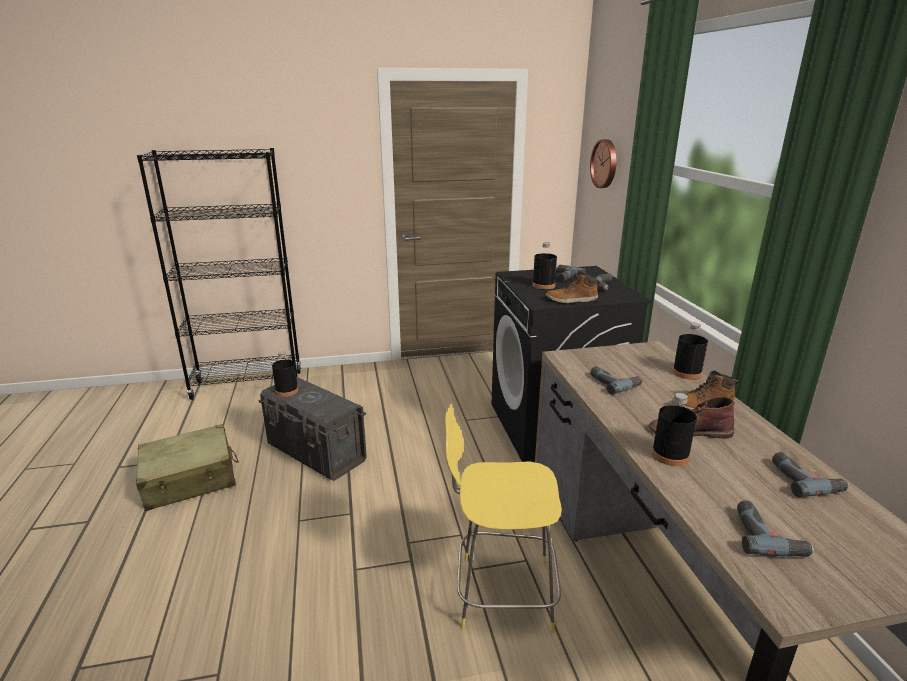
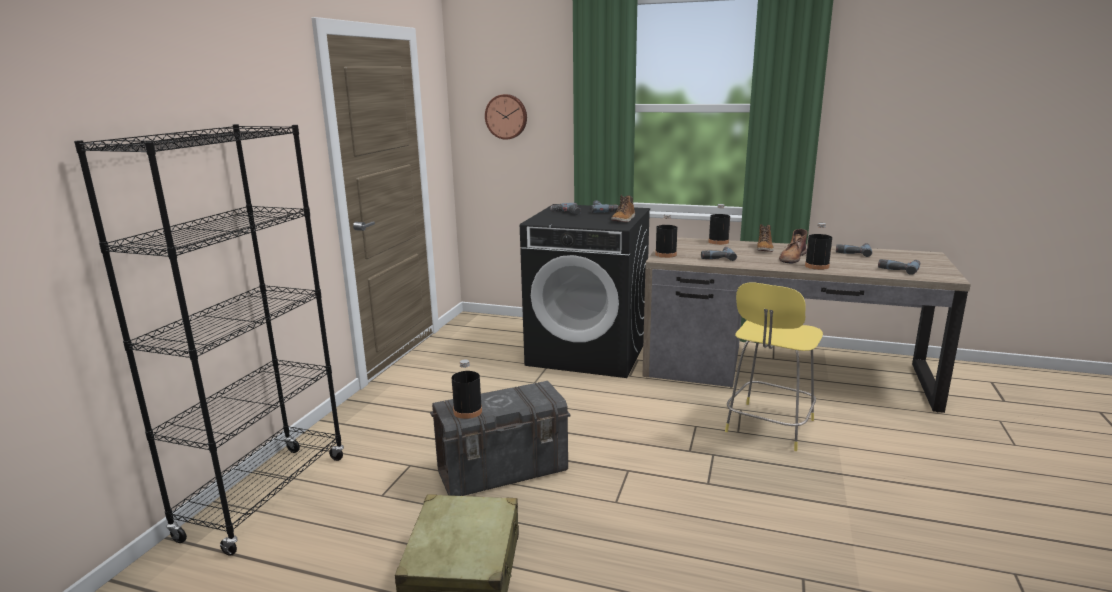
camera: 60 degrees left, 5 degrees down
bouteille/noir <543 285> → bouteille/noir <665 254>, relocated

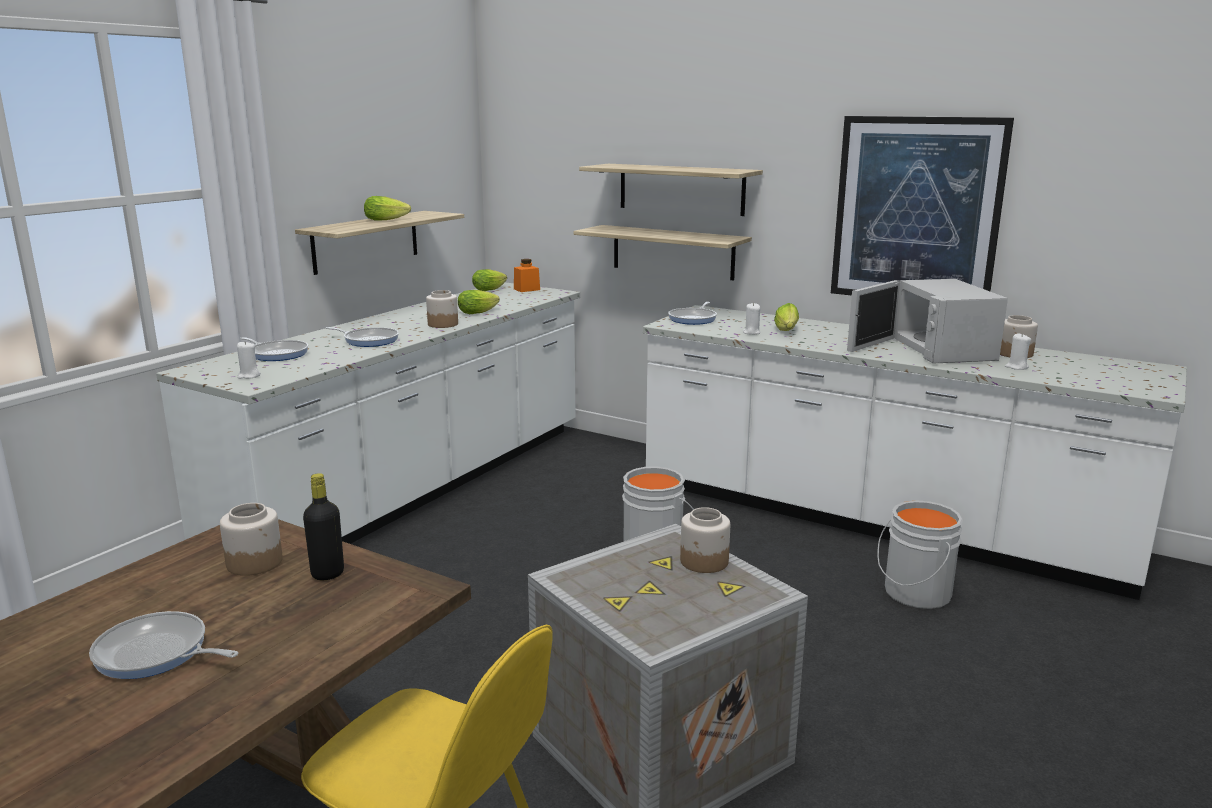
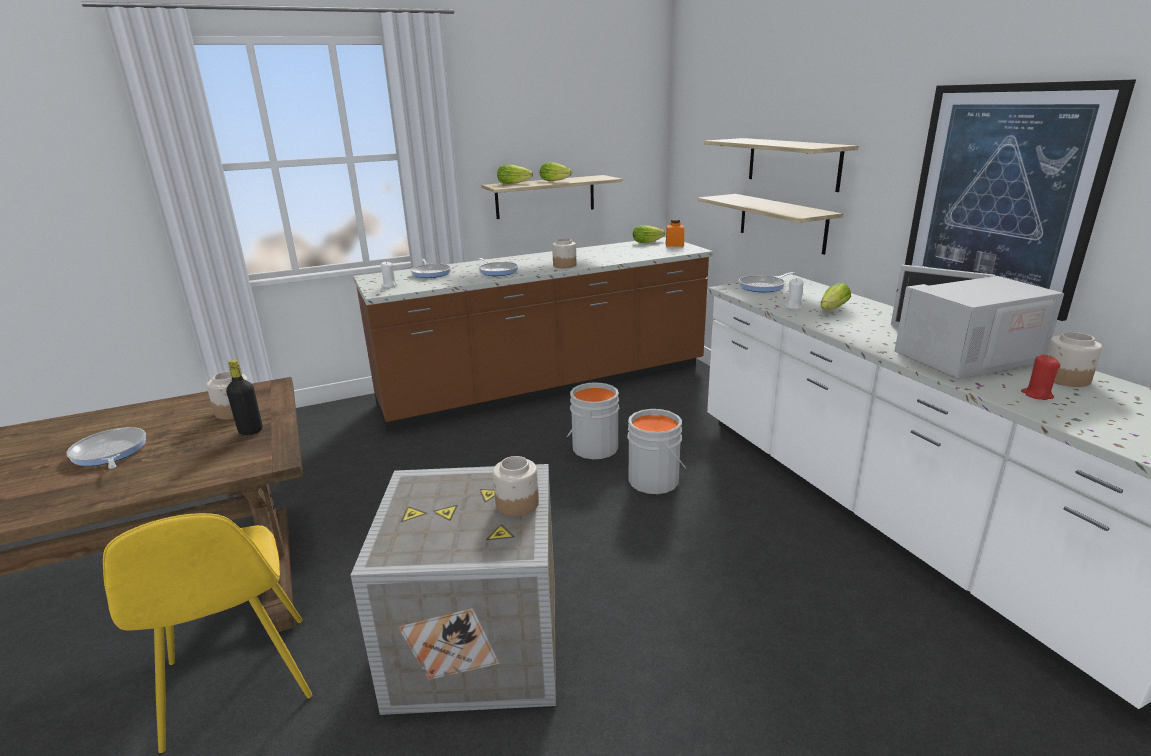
camera: 35 degrees right, 5 degrees up
comptoir de cuisine/blanc <416 490> → comptoir de cuisine/marron <546 387>
laitue <480 312> → laitue <515 183>, relocated
seau/gris <914 593> → seau/gris <592 447>, relocated
micro-ondes/blanc <935 349> → micro-ondes/blanc <965 355>, 45 degrees clockwise
bougie/blanc <1016 367> → bougie/rouge <1037 395>

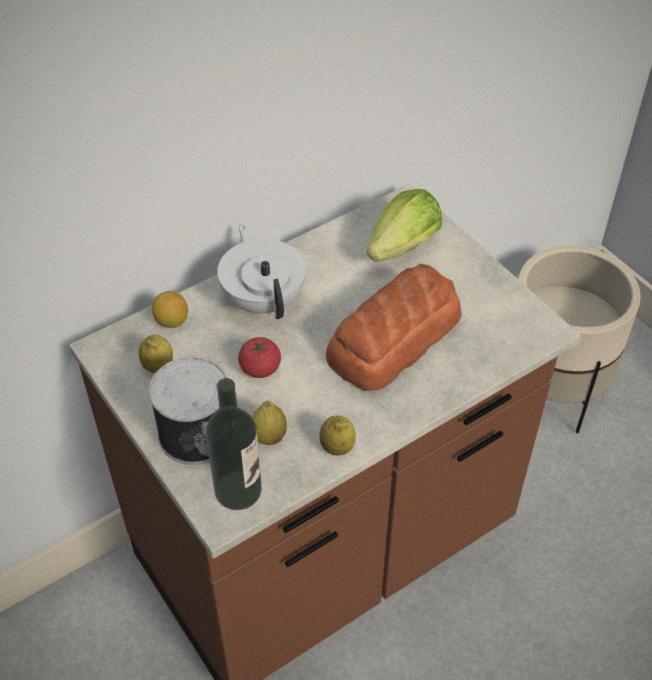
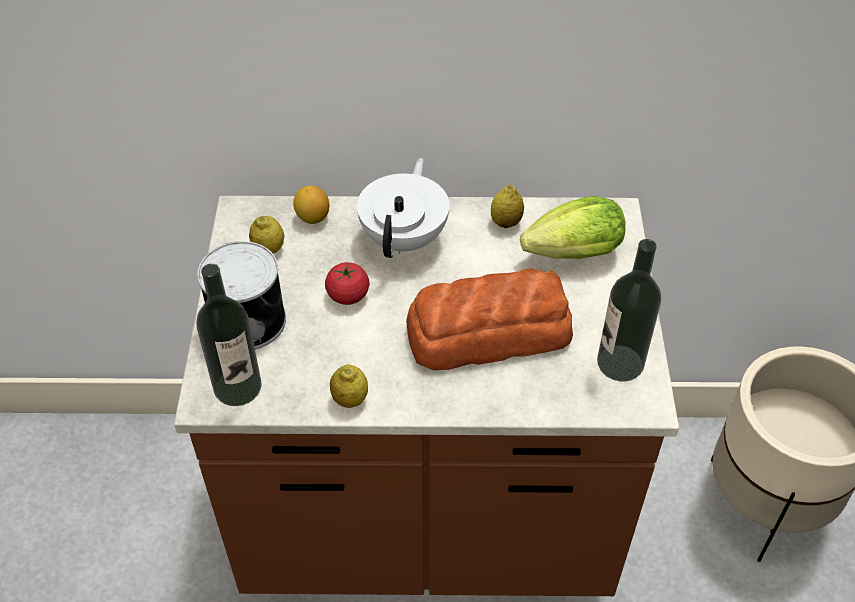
camera: 35 degrees right, 0 degrees up
citron <269 436> → citron <506 222>, relocated
- → bouteille <620 363>

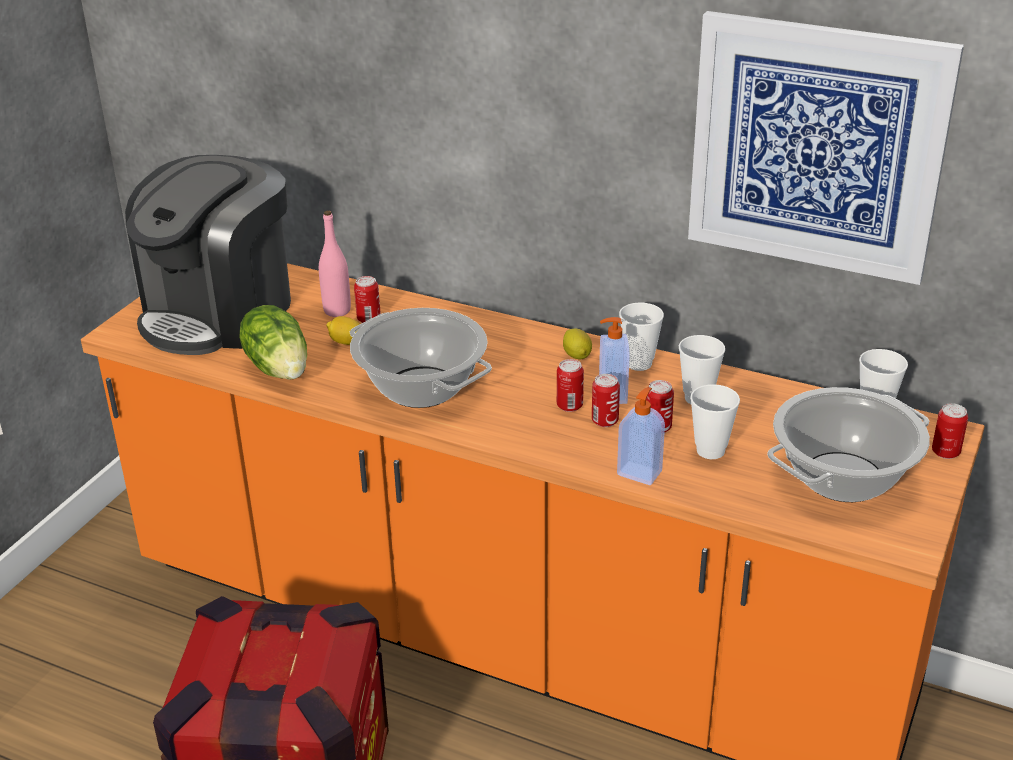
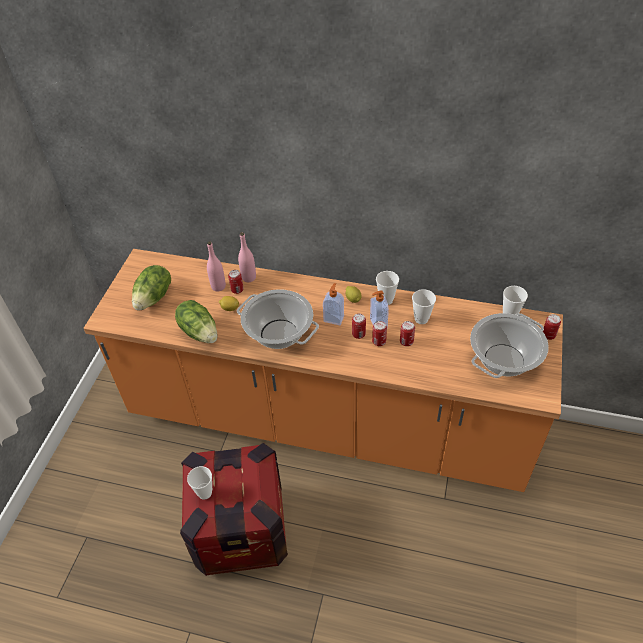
camera: 10 degrees left, 15 degrees up
machine à café <219 313> → laitue <154 297>
tasse <710 451> → tasse <205 493>, relocated
- → bouteille/rose <249 277>
distributeur de savon <640 472> → distributeur de savon <334 318>, relocated
tableau <816 147> → -

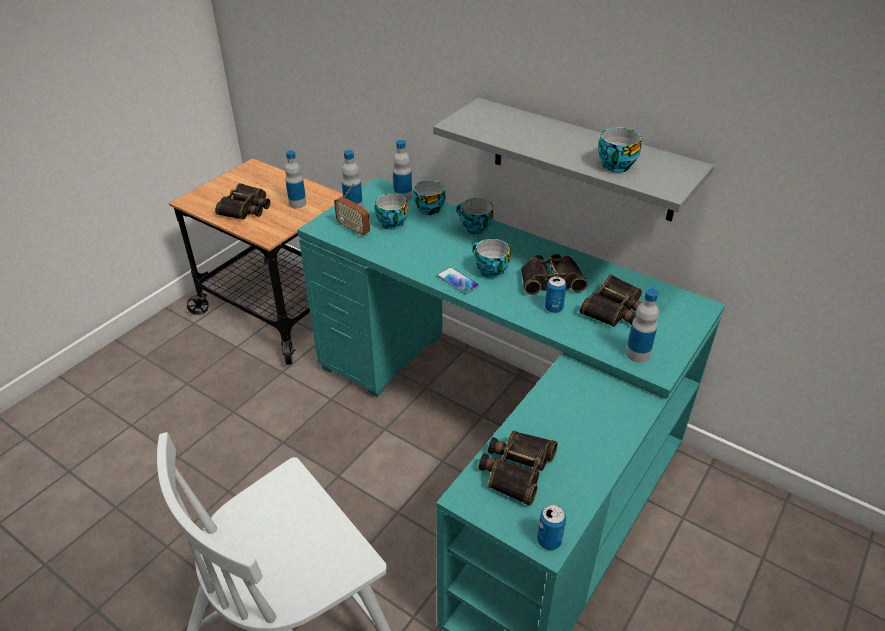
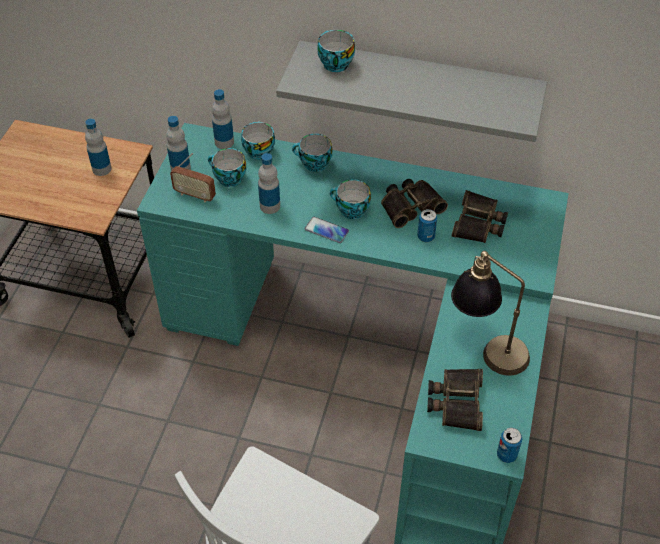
camera: 20 degrees left, 10 degrees up
bouteille <637 354> → bouteille <270 206>, relocated
tasse <614 164> → tasse <334 63>, relocated
- → lampe de table <486 348>
jumelles <246 208> → -

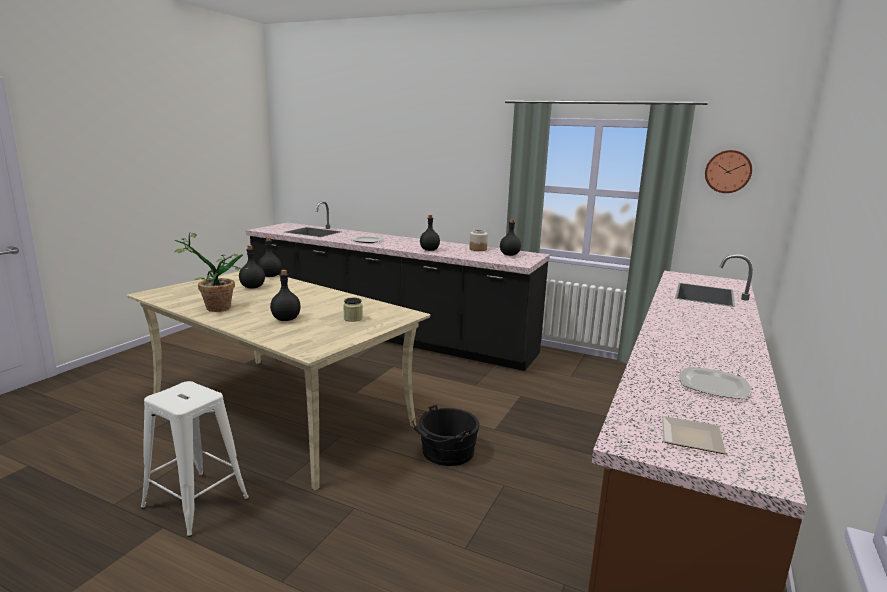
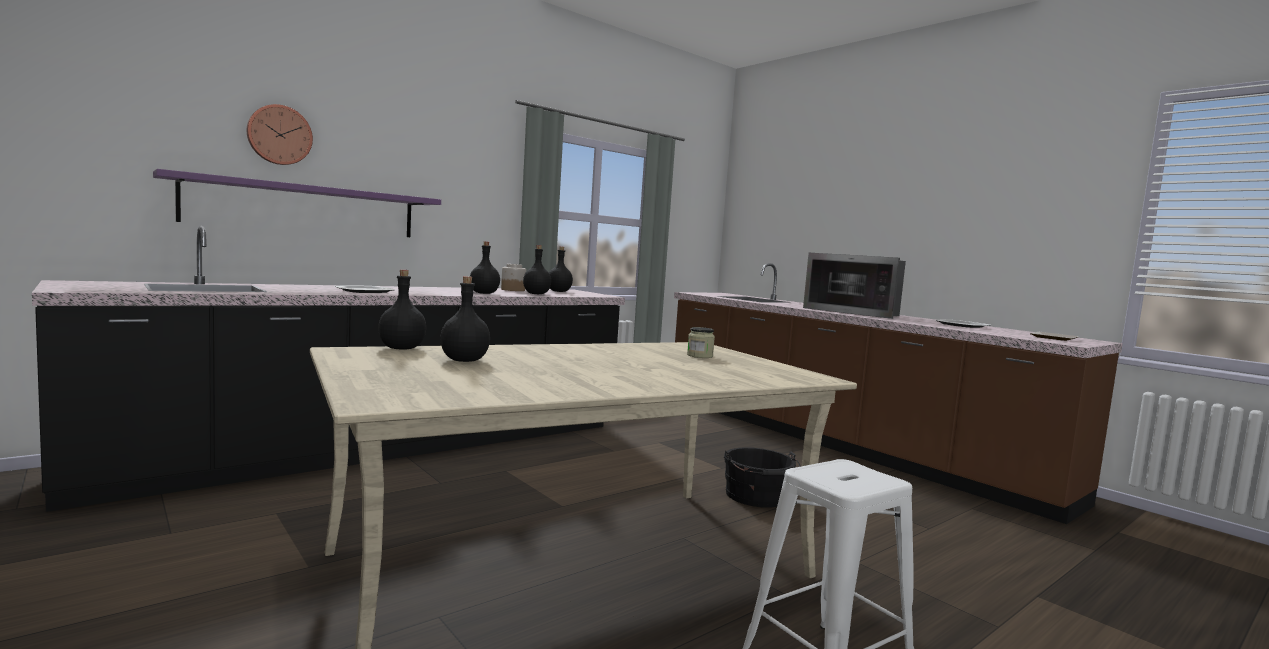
camera: 65 degrees left, 10 degrees down
- → étagère/violet <305 209>
horloge murale <728 171> → horloge murale <279 135>, relocated
bouteille/noir <286 319> → bouteille/noir <536 294>, relocated
- → micro-ondes <855 312>
plante en pot <212 308> → -

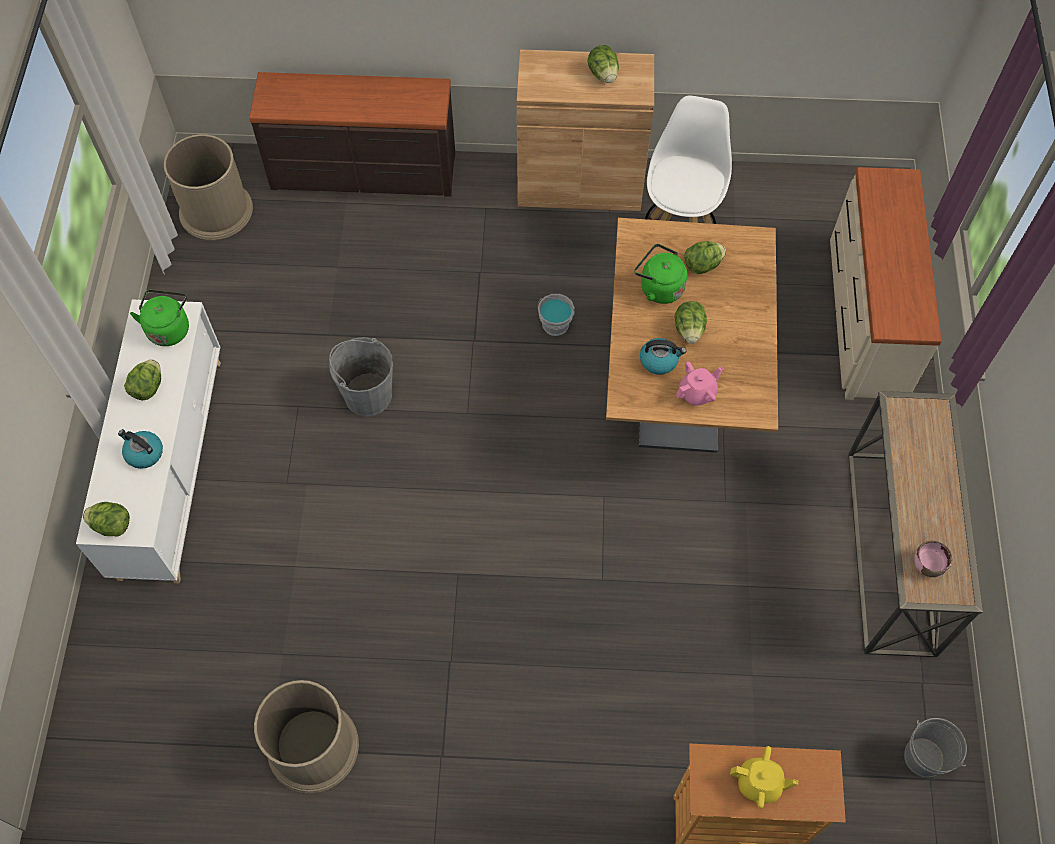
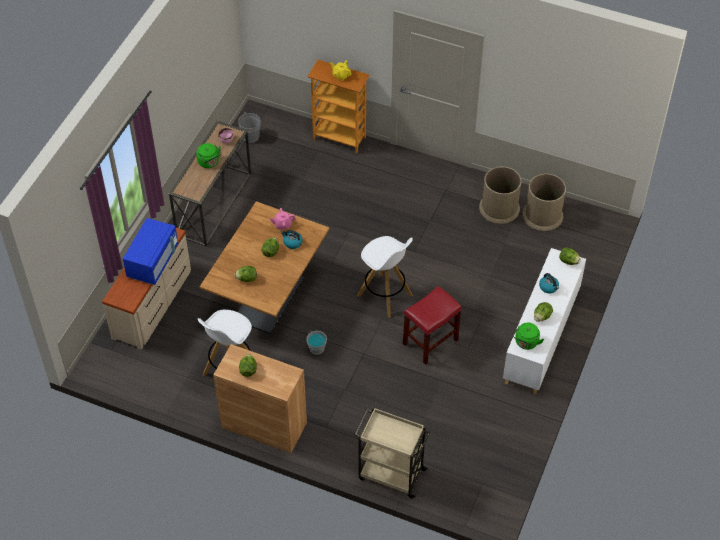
camera: 160 degrees left, 10 degrees down
- → micro-ondes/bleu <153 262>
bouilloire/vert <659 287> → bouilloire/vert <209 163>, relocated
commode/marron <363 173> → chariot/beige <390 474>
- → tabouret/blanc <385 295>
seau/gris <367 395> → tabouret/rouge <430 342>
poubelle/marron <216 210> → poubelle/marron <542 215>, relocated

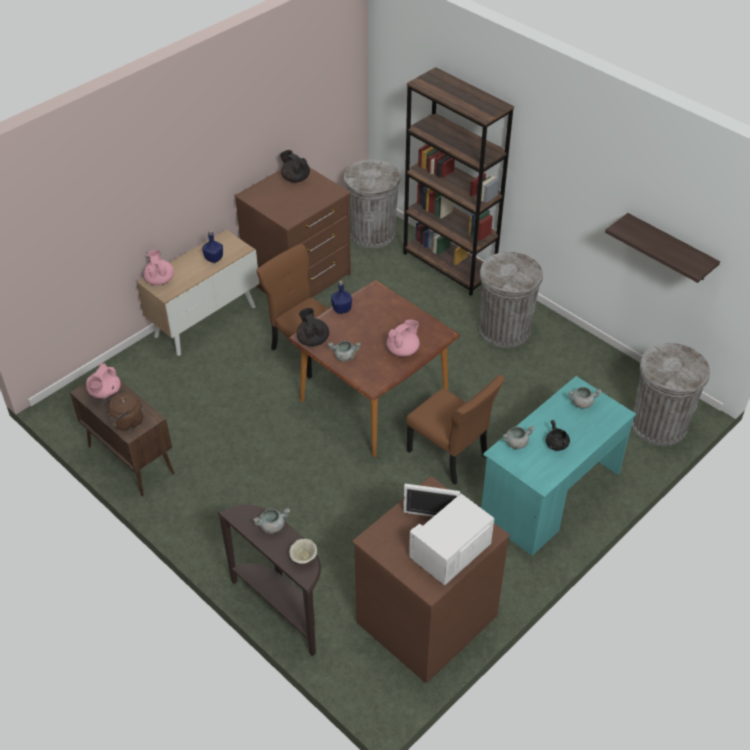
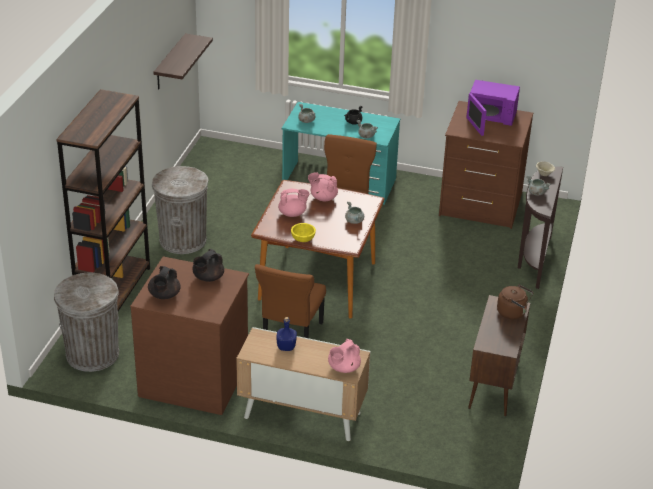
camera: 120 degrees left, 10 degrees down
théière/noir <312 340> → théière/noir <208 278>, relocated
théière/rose <104 393> → théière/rose <293 213>, relocated
bouteille/bleu <342 309> → bol/jaune <303 239>
micro-ondes/blanc <449 548> → micro-ondes/violet <490 116>
poubelle/gris <659 424> → -

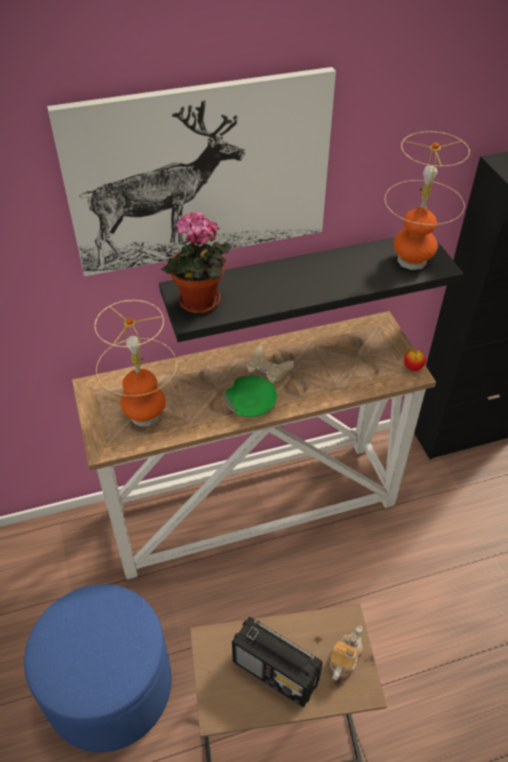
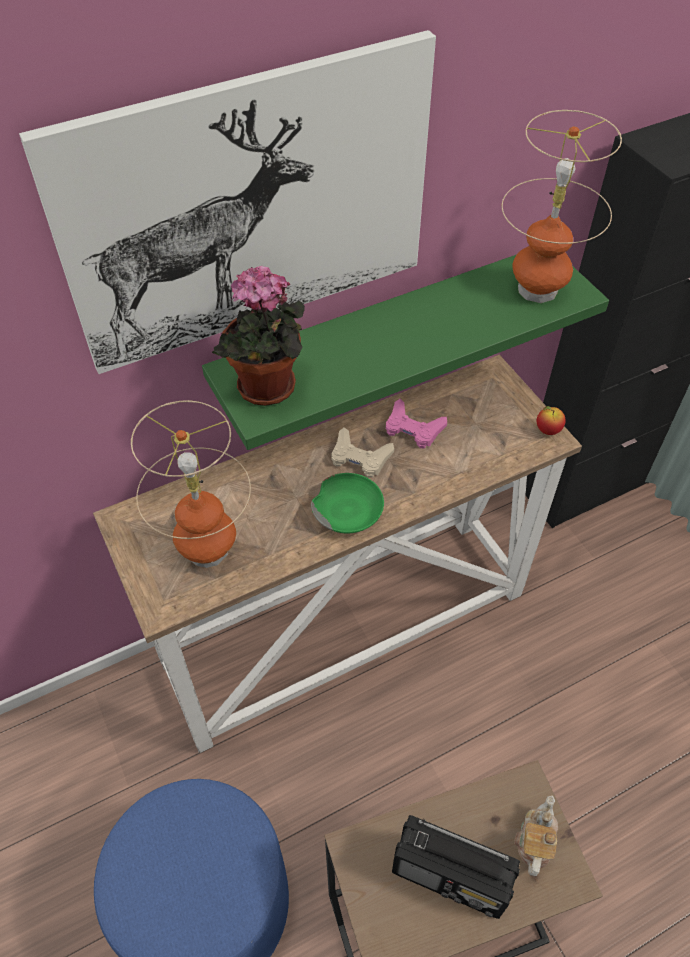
camera: 10 degrees left, 5 degrees up
étagère/noir <298 278> → étagère/vert <384 331>
- → manette/rose <413 429>

